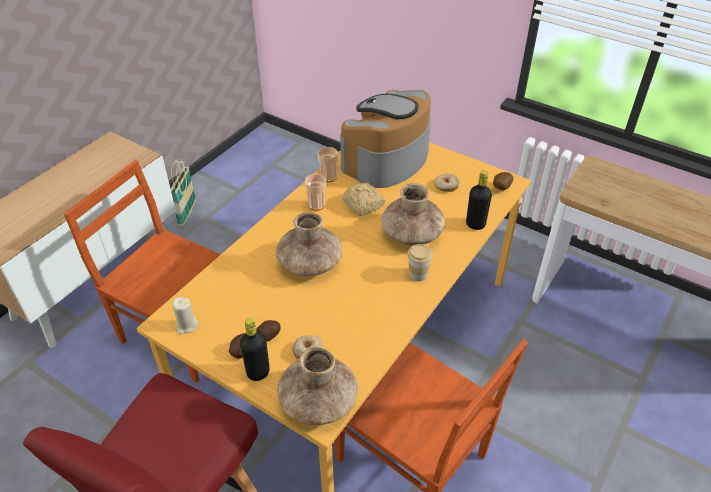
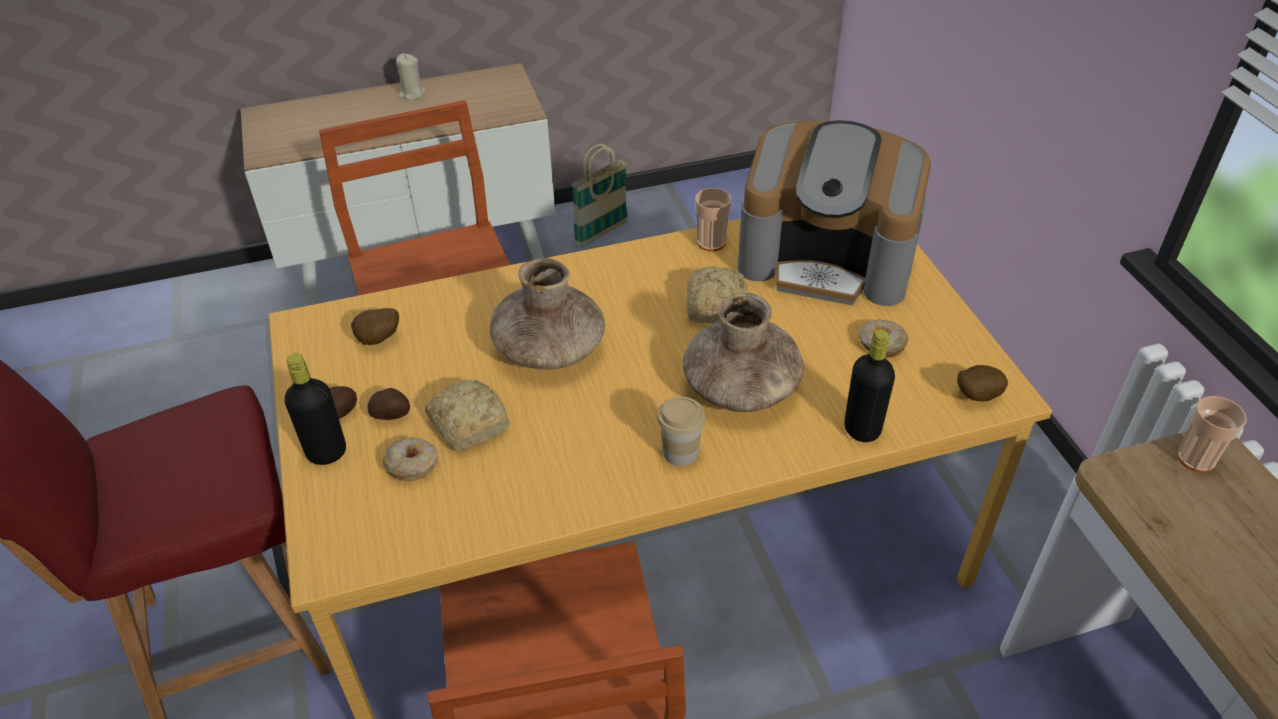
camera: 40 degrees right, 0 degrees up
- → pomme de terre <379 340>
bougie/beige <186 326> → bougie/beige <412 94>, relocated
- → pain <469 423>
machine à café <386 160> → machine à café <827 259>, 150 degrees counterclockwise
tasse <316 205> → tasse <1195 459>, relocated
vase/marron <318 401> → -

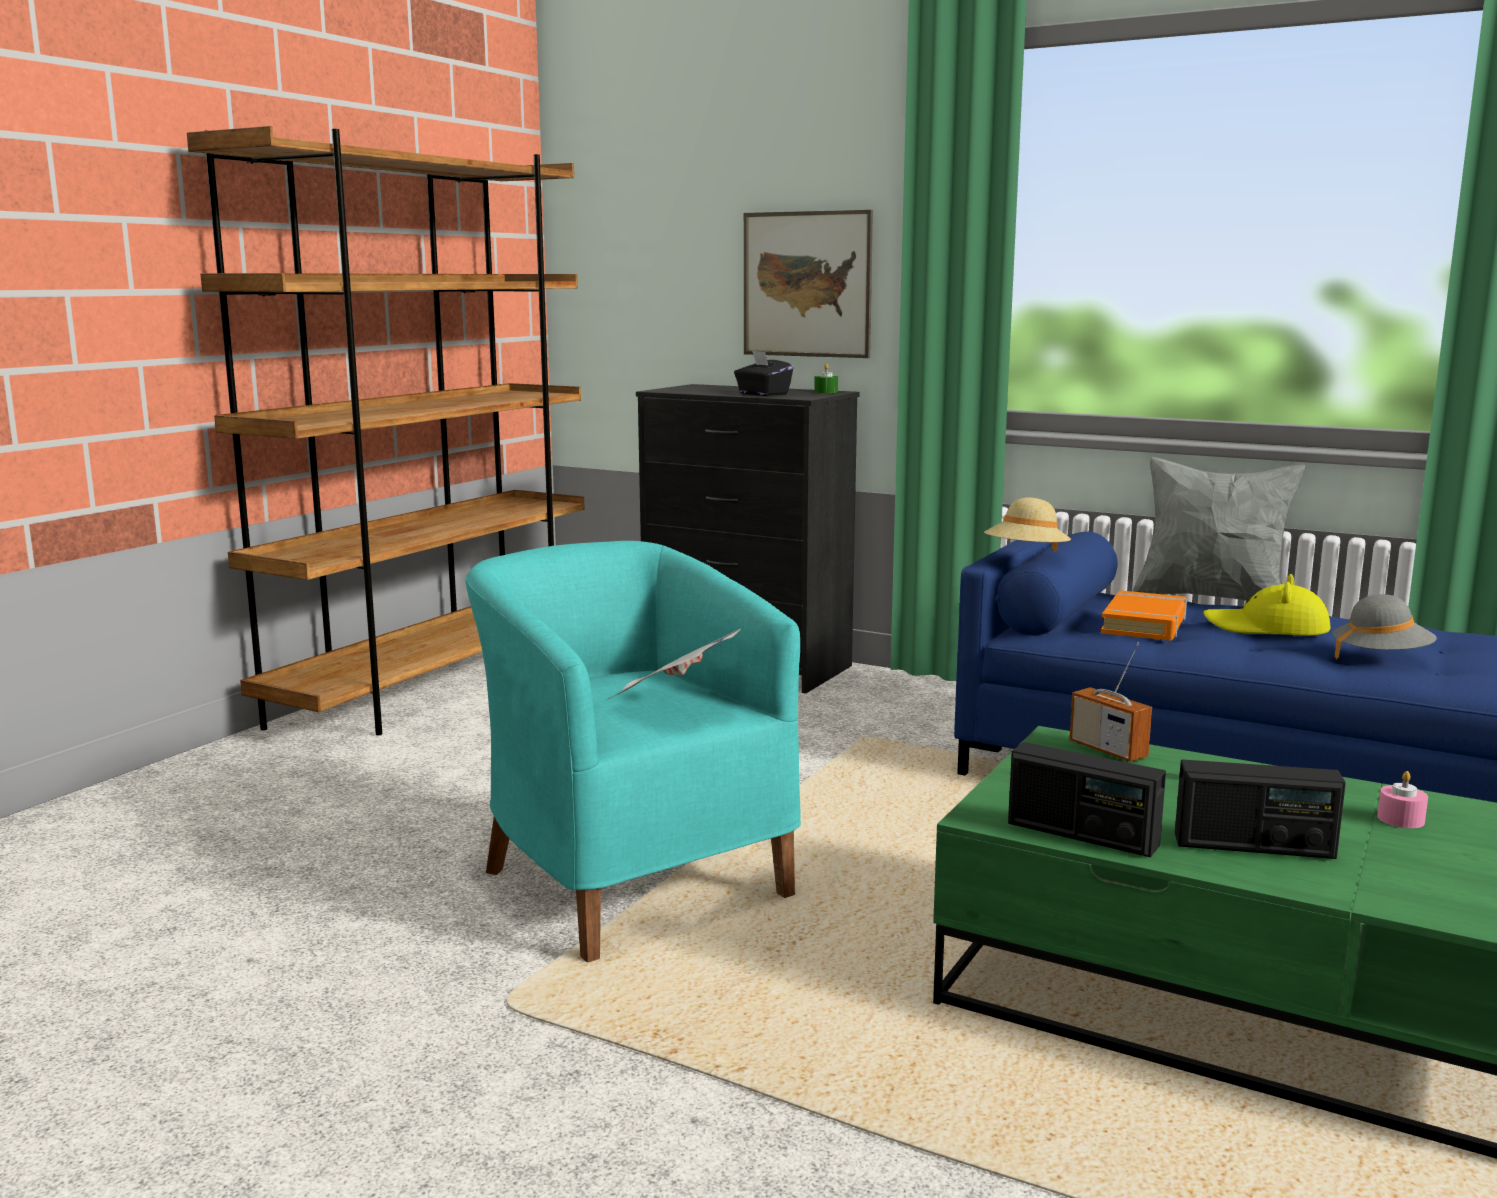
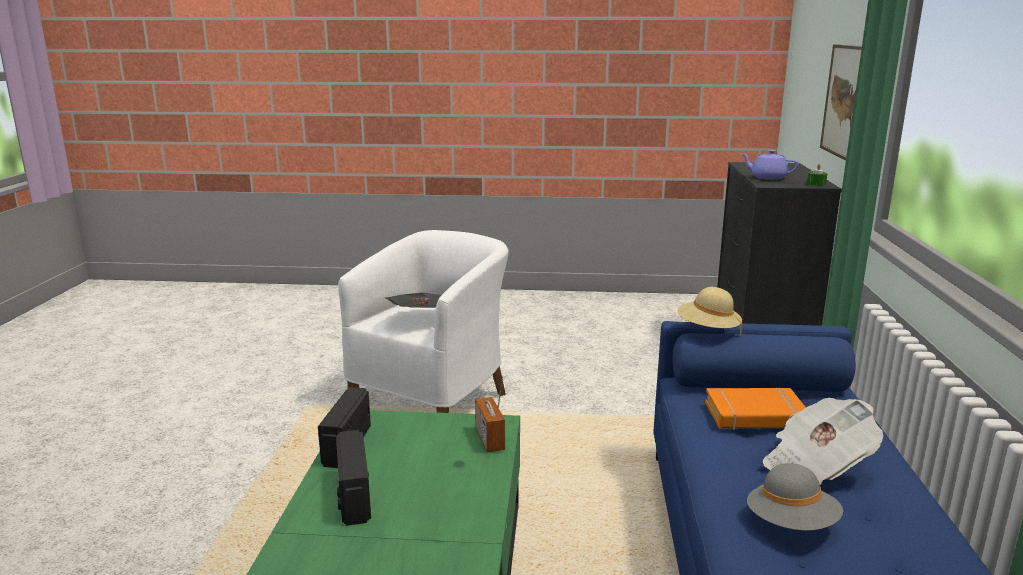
camera: 65 degrees right, 5 degrees up
fauteuil/turquoise <628 878> → fauteuil/blanc <434 400>
radio <1107 750> → radio <489 440>, 45 degrees counterclockwise
boîte à mouchoirs/noir <762 394> → théière/violet <767 177>
chapeau/jaune <1267 628> → journal <816 465>
bibliothèque/marron <435 687> → -
coussin/gris <1211 599> → -
bougie/rose <1400 819> → -

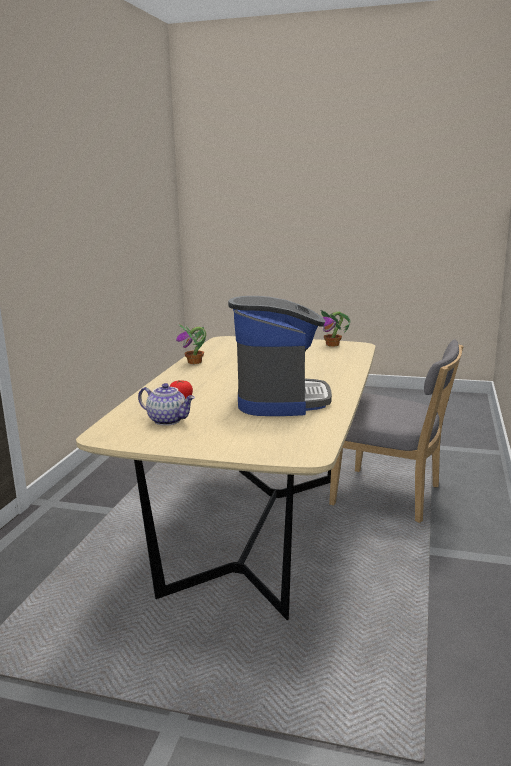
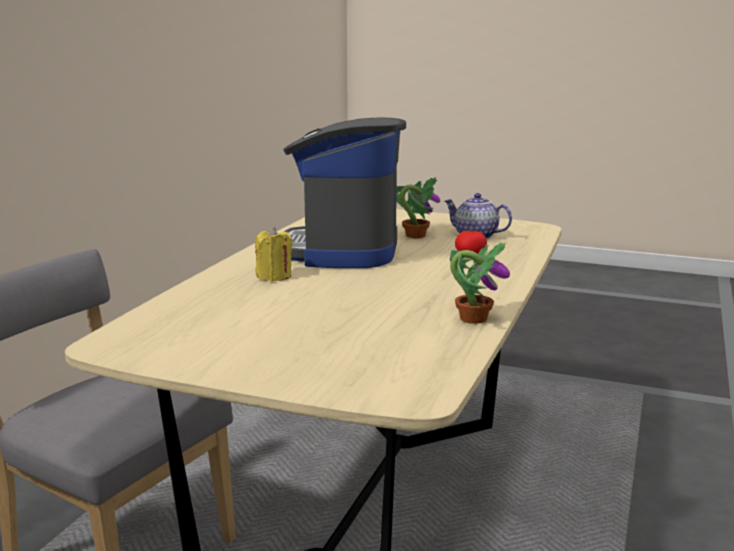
camera: 175 degrees left, 0 degrees up
- → bougie/jaune <274 276>
plante en pot <333 345> → plante en pot <415 235>, relocated

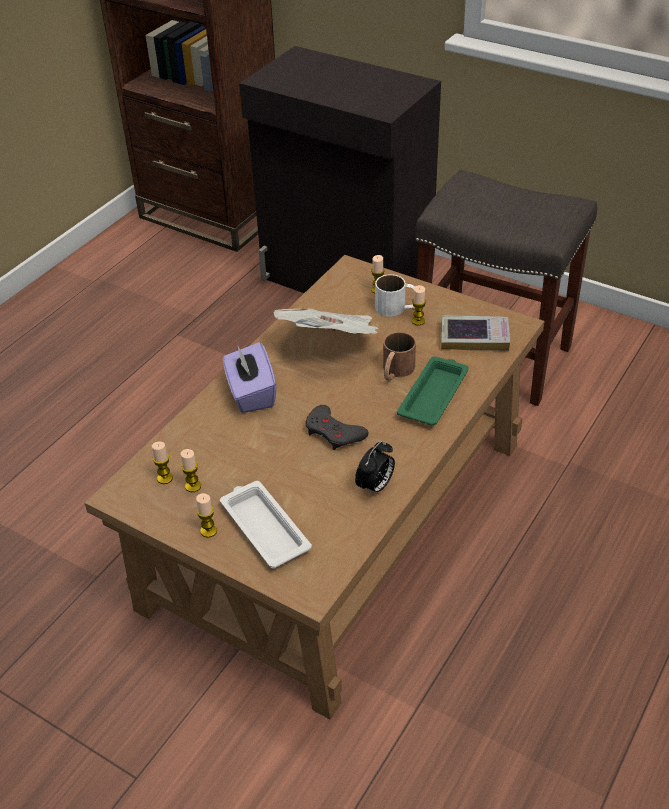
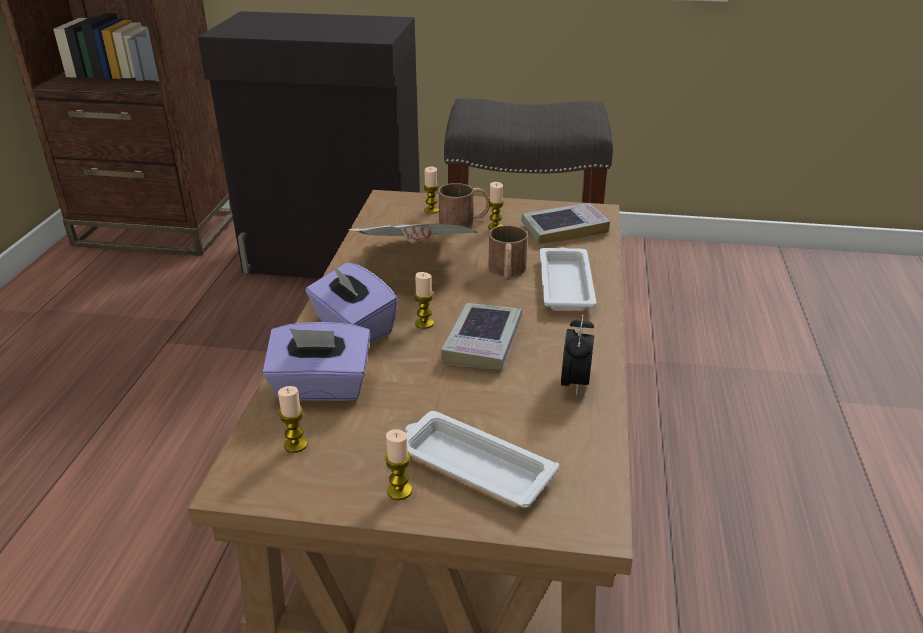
camera: 25 degrees left, 10 degrees down
- → boîte à mouchoirs/violet <321 387>
bougie <193 486> → bougie <424 323>, relocated
mug/blanc <397 308> → mug/marron <464 220>
manette/gris <334 432> → livre <483 342>
plateau/vert <434 395> → plateau/blanc <565 283>

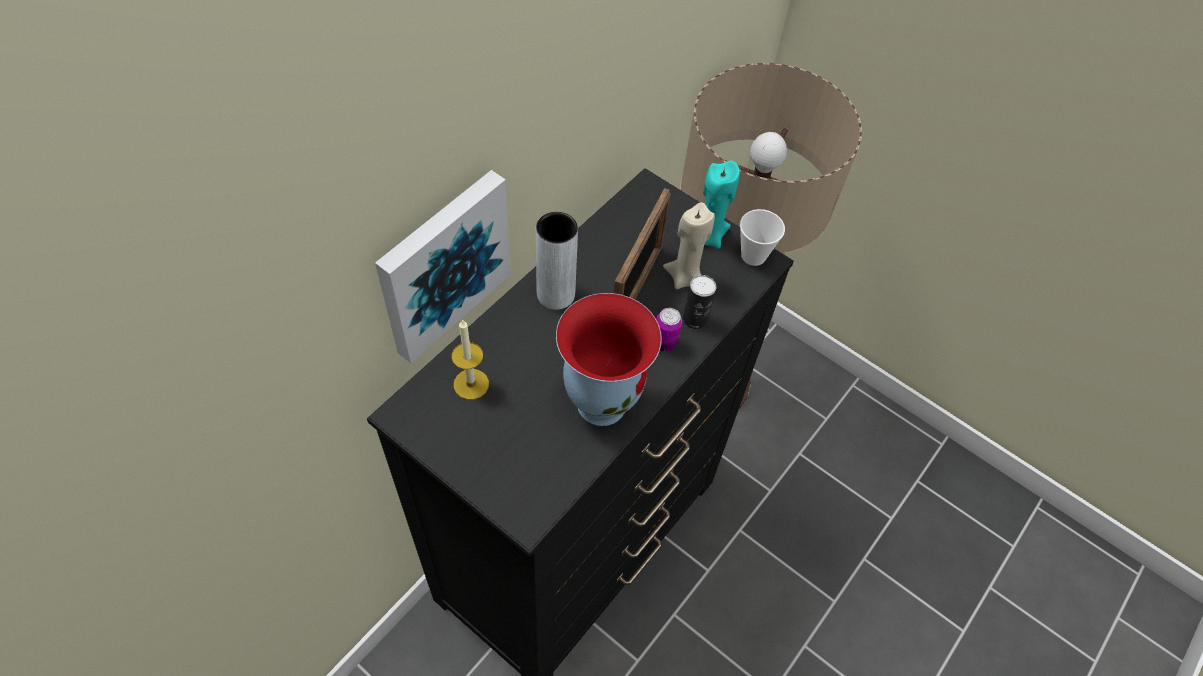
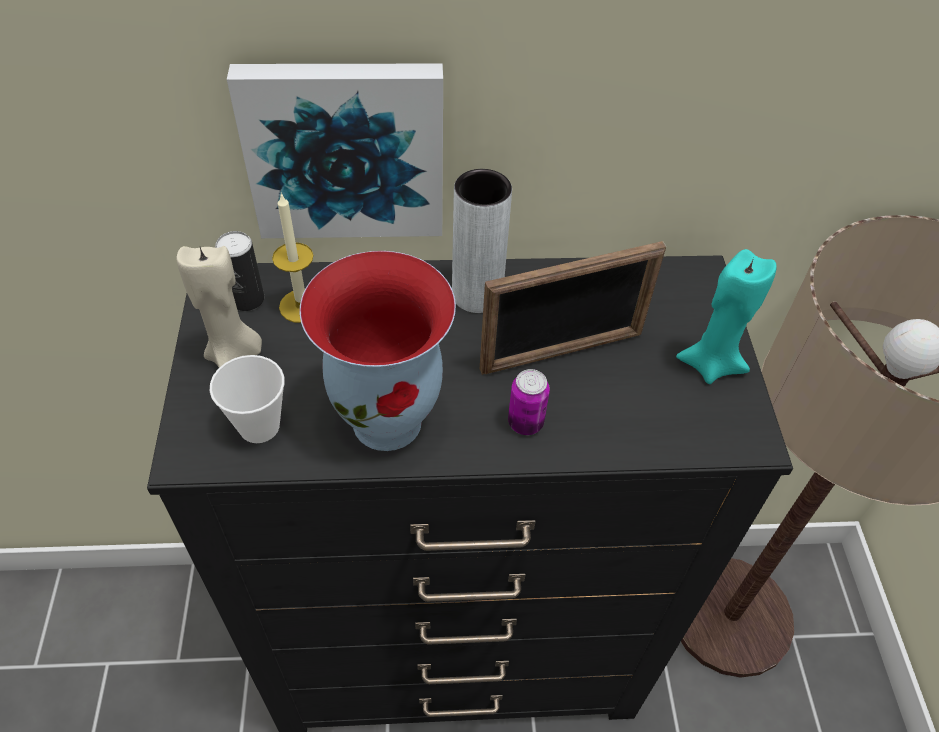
camera: 50 degrees right, 5 degrees down
bougie/beige <685 277> → bougie/beige <234 356>, relocated
tasse <753 255> → tasse <259 426>, relocated
boîte métallique <695 319> → boîte métallique <247 299>, relocated

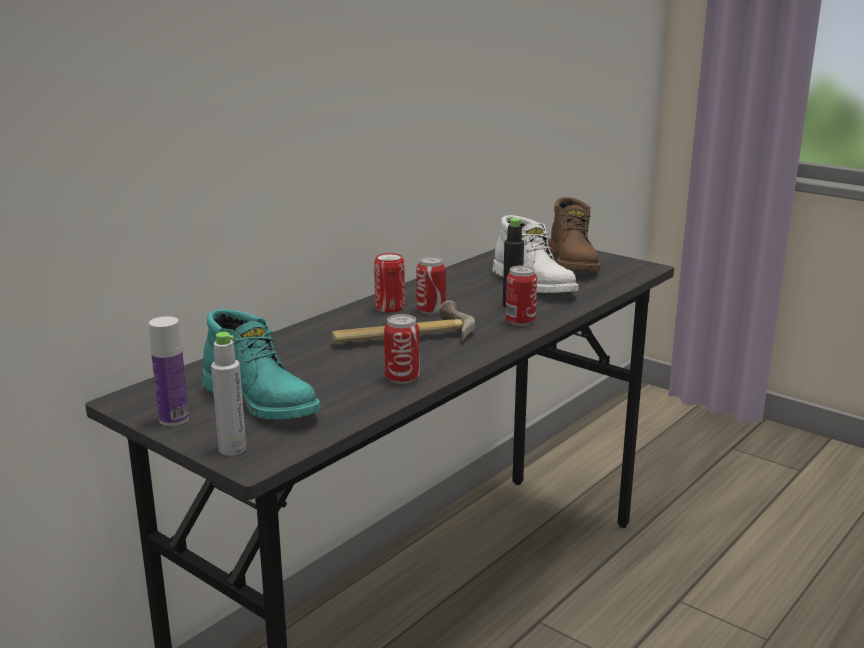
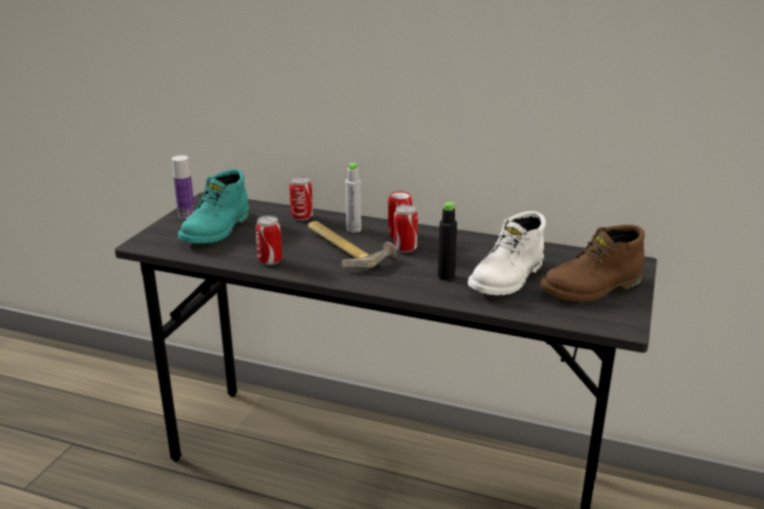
camera: 70 degrees right, 5 degrees up
boîte métallique <520 322> → boîte métallique <302 217>, relocated
bouteille/gris <232 449> → bouteille/gris <353 229>, relocated

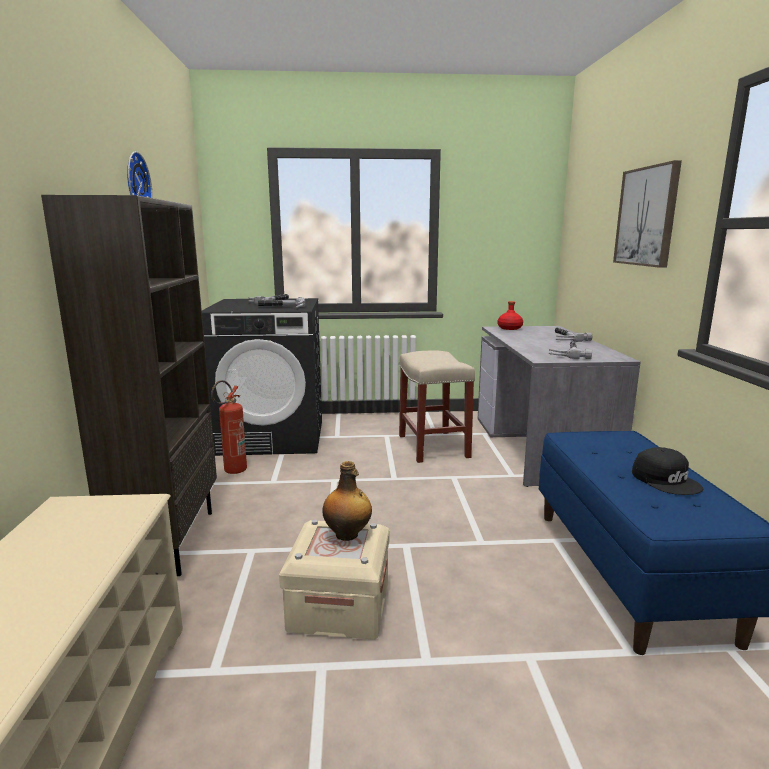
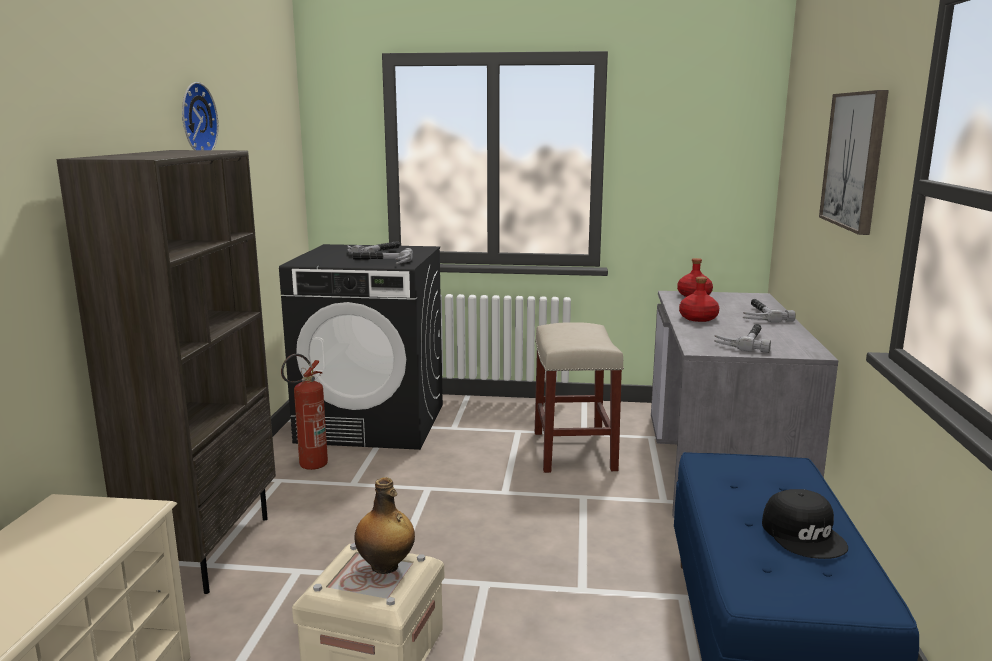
camera: 10 degrees right, 0 degrees up
- → bouteille/rouge <698 318>

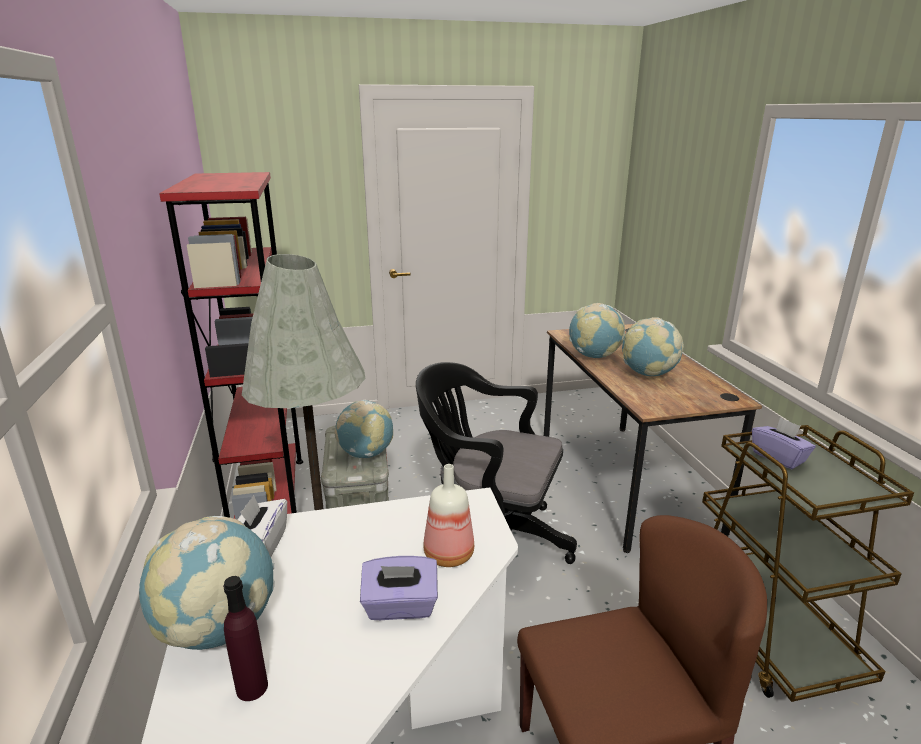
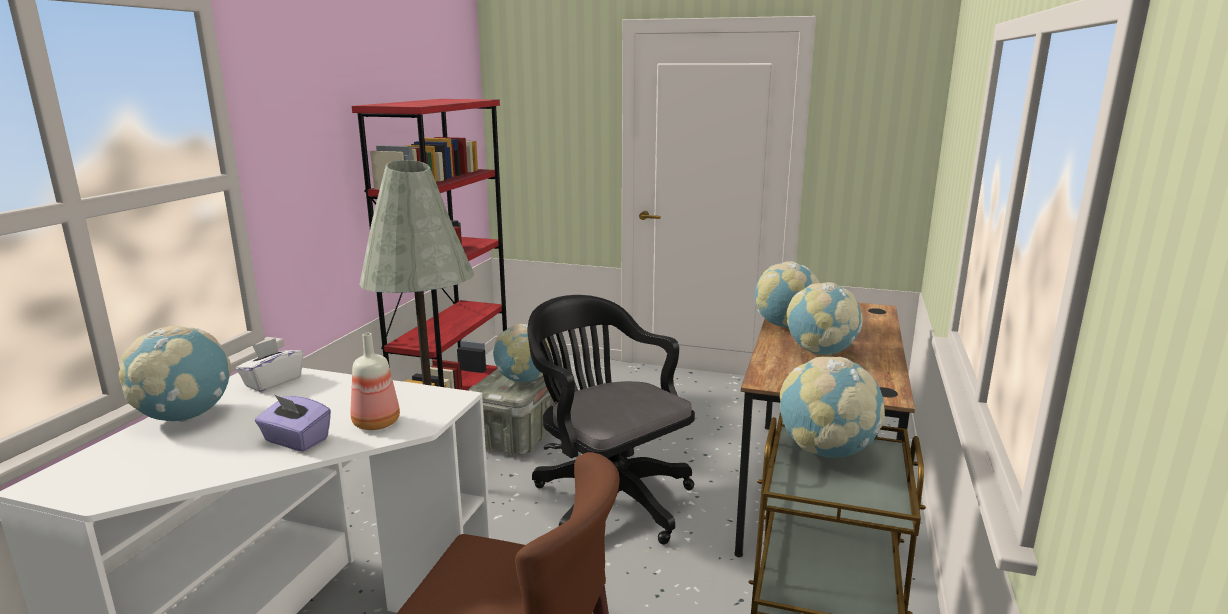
camera: 30 degrees right, 5 degrees down
boîte à mouchoirs/violet <778 457> → globe <826 451>
bouteille/violet <252 687> → -

